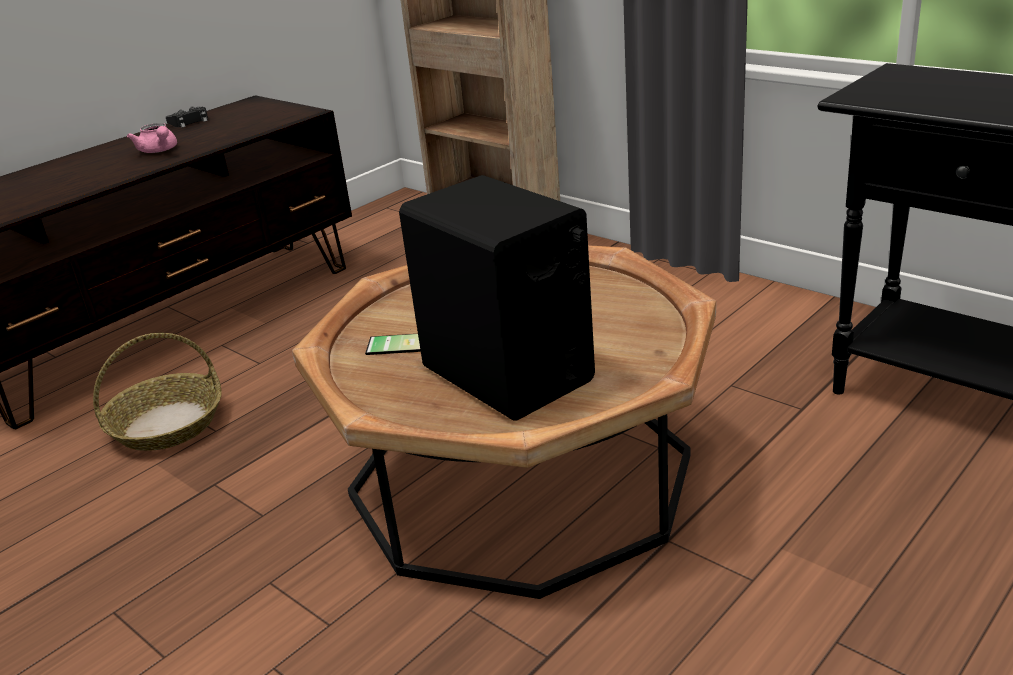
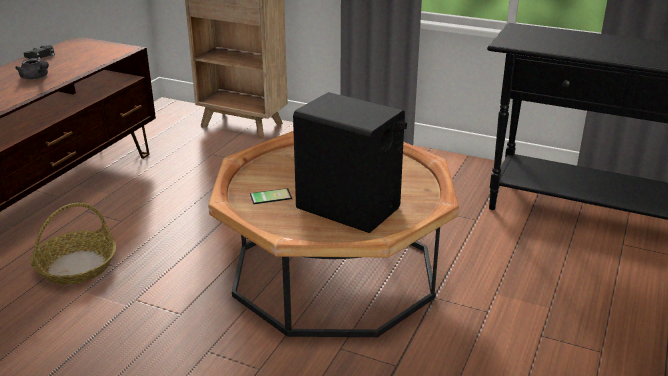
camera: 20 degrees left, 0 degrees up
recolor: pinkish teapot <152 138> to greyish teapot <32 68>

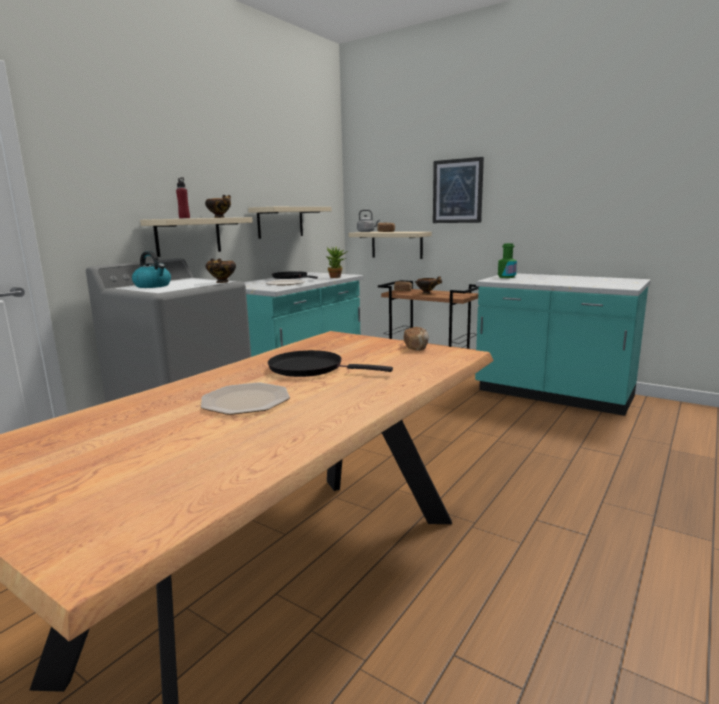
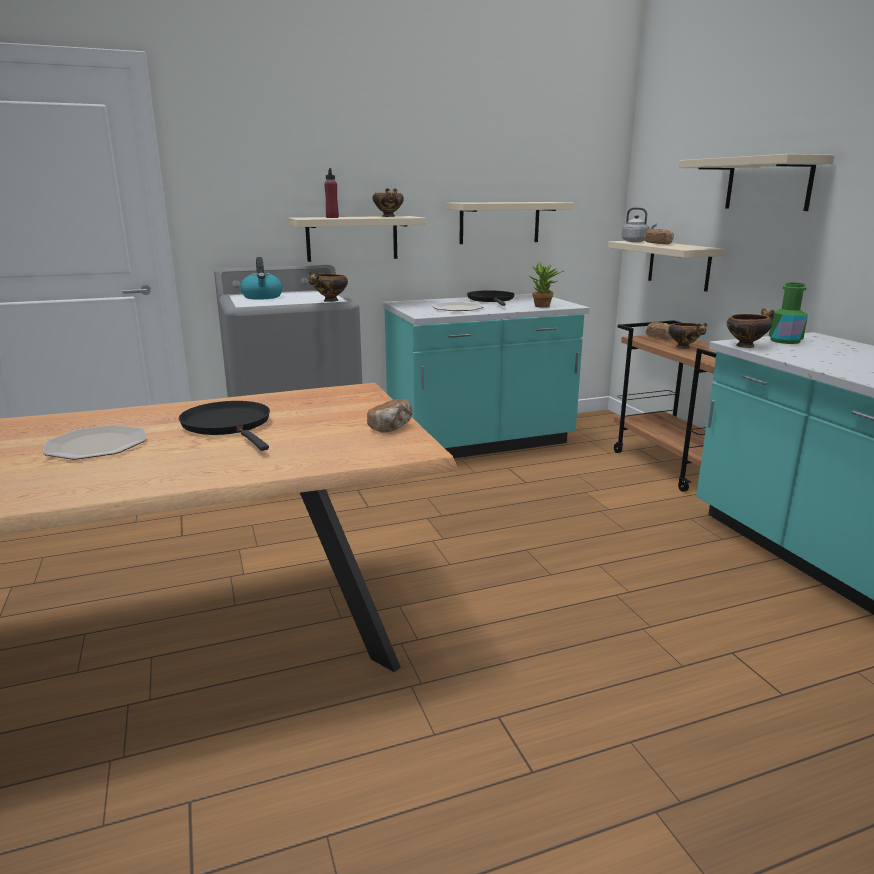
camera: 35 degrees right, 5 degrees up
insert: bowl <750 328>
replace: wall art <458 190> to beige-coloured shelf <757 182>

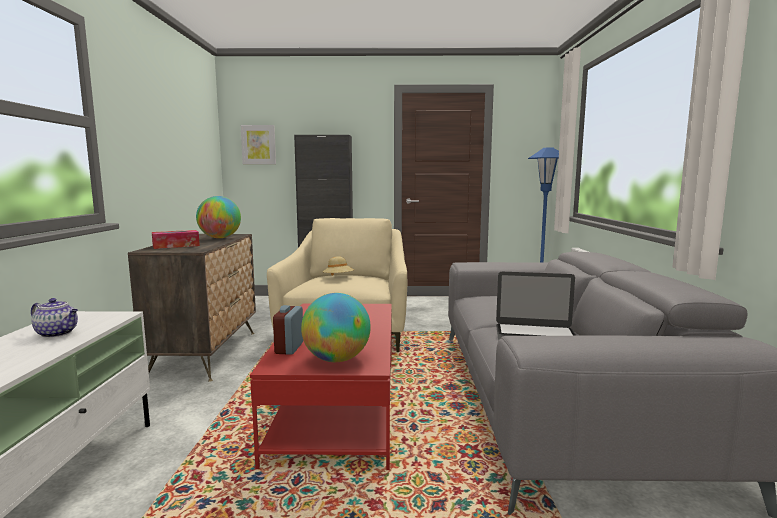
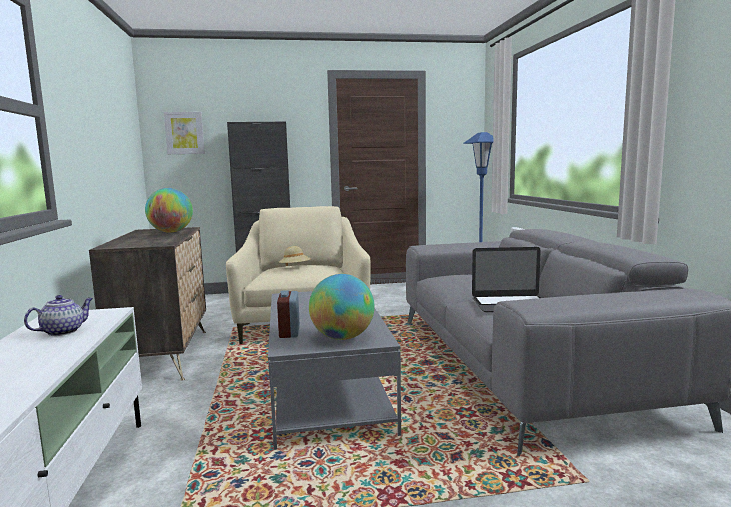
camera: 10 degrees left, 0 degrees up
delete: tissue holder <176 239>
recolor: red-coloured lounge table <321 387> to greyish lounge table <334 370>
rotate: teapot <54 318> = <58 315> 60 degrees counterclockwise

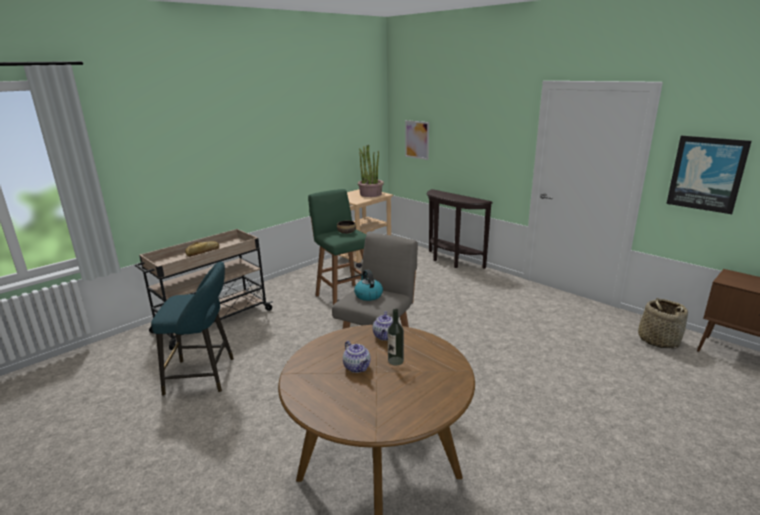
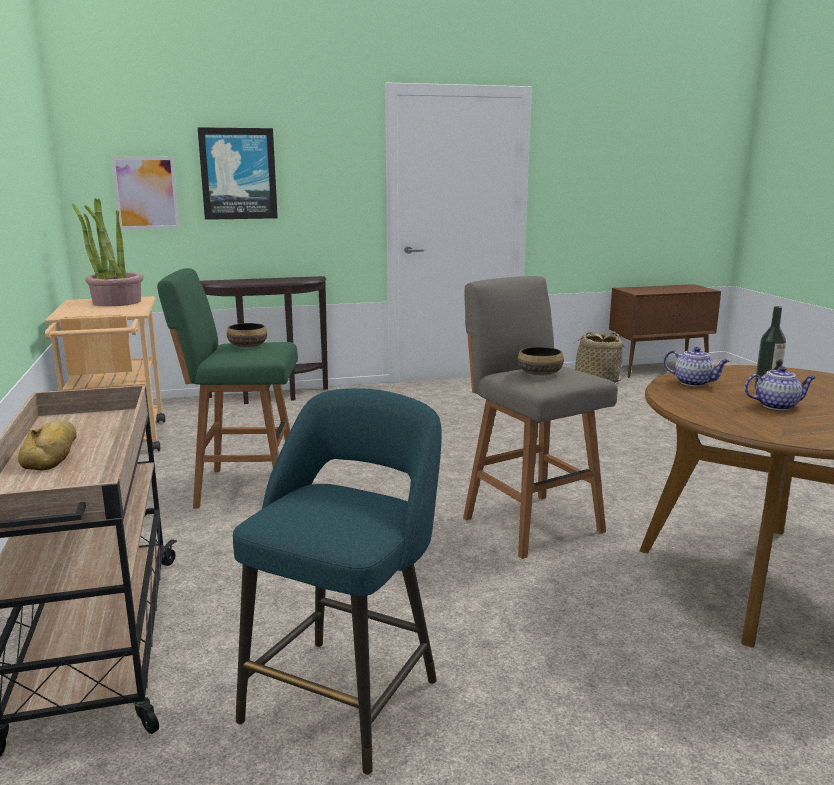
camera: 60 degrees left, 5 degrees down
move: wall art <709 175> to <238 173>
replace: kettle <368 285> to bowl <541 361>

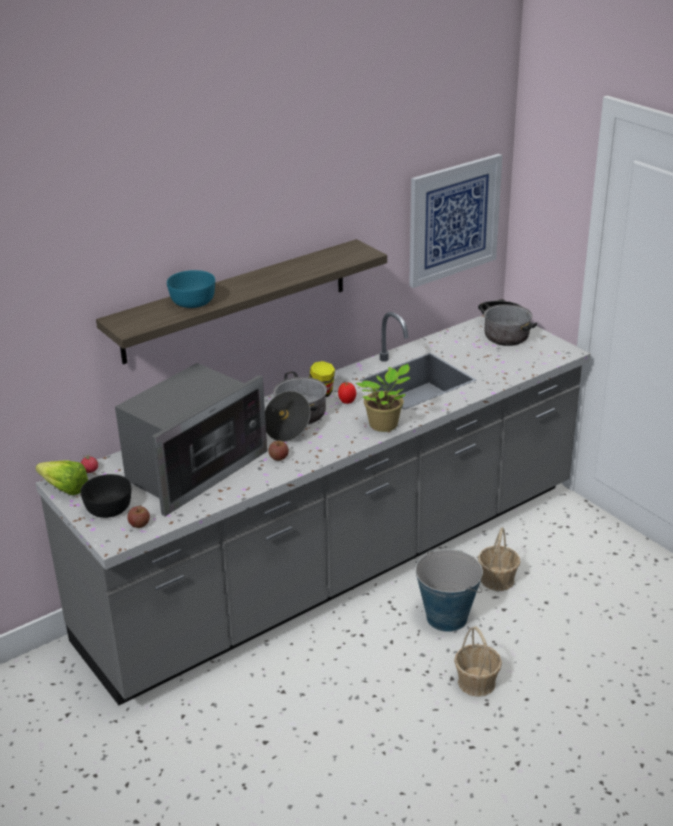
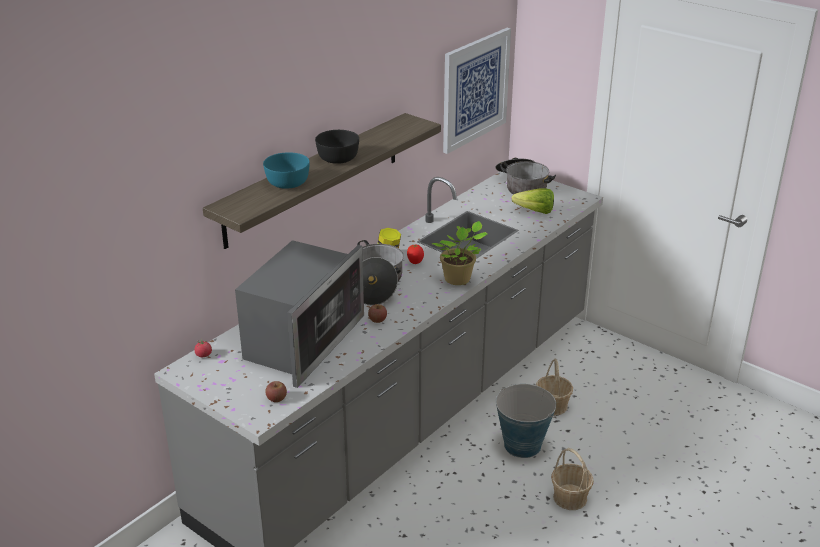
camera: 15 degrees left, 0 degrees up
move: head of lettuce <62 477> to <532 201>; black bowl <105 496> to <337 147>

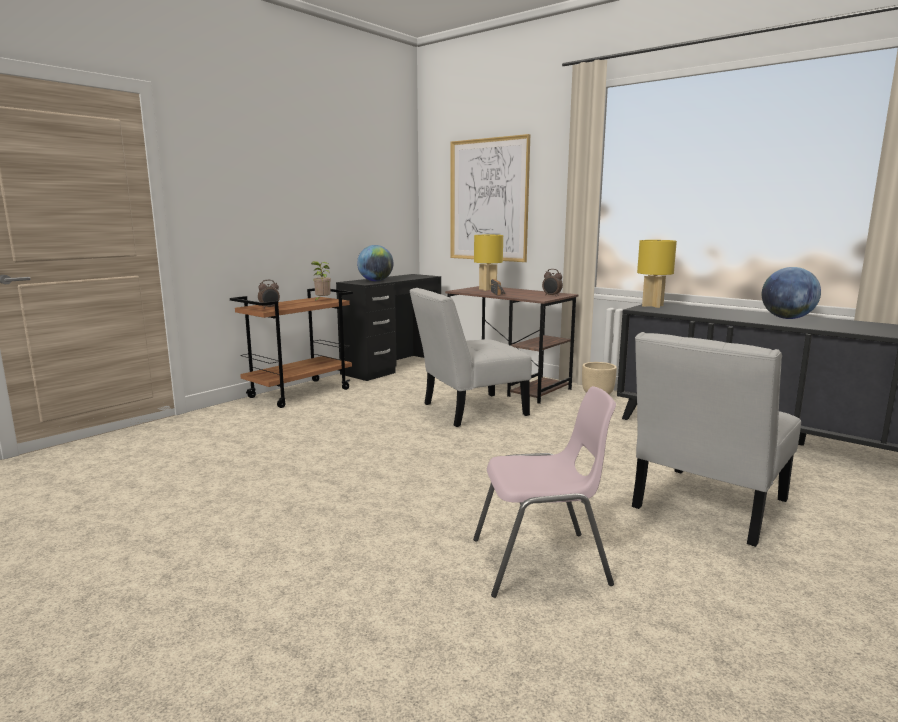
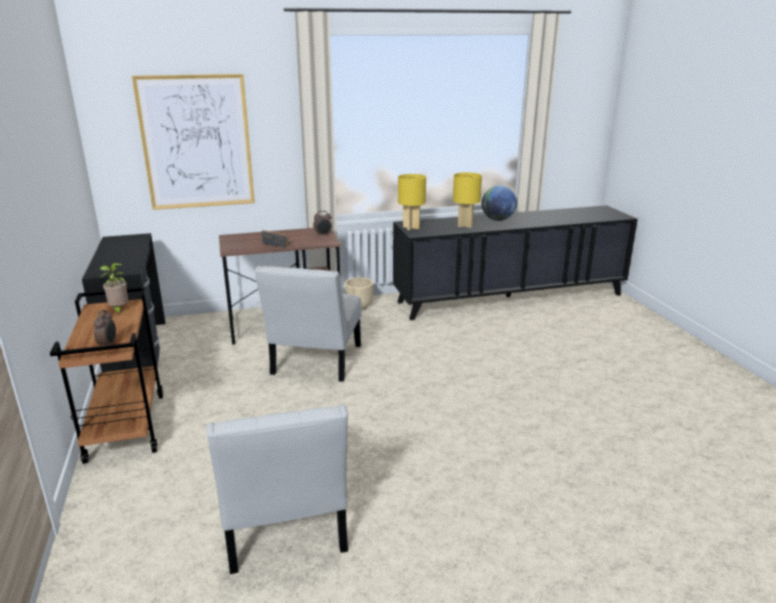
camera: 55 degrees left, 10 degrees up
delete: world globe <375 263>; pinkish upright chair <544 492>
move: yellowish lamp for a table <488 263> to <467 200>; white upright chair <716 439> to <277 489>

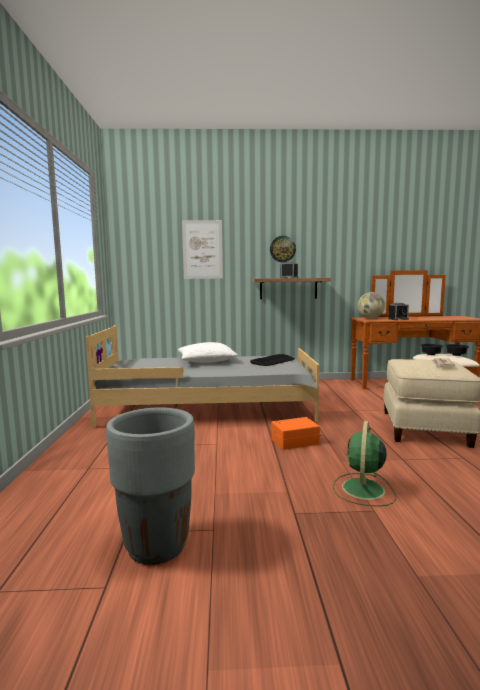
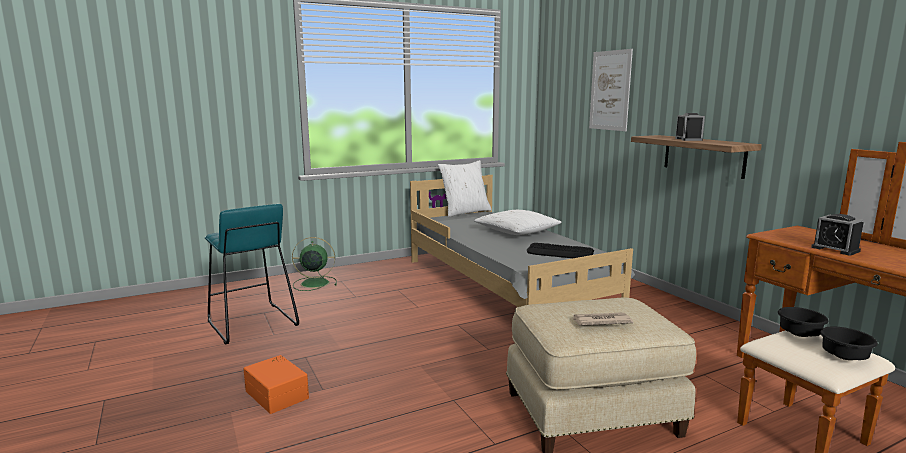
camera: 65 degrees right, 5 degrees up
delete: clock on the wall <283 249>; world globe <371 305>
insert: white throw pillow <464 188>
move: orange storage container <295 433> to <276 384>; green-coloured cooling fan <364 463> to <314 264>
replace: greyish plant pot <150 486> to turquoise-coloured stool <252 274>

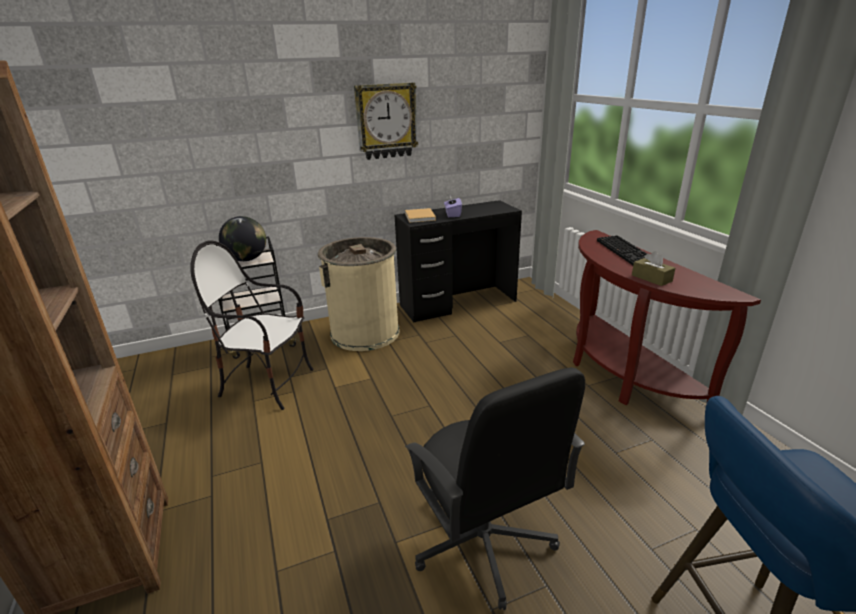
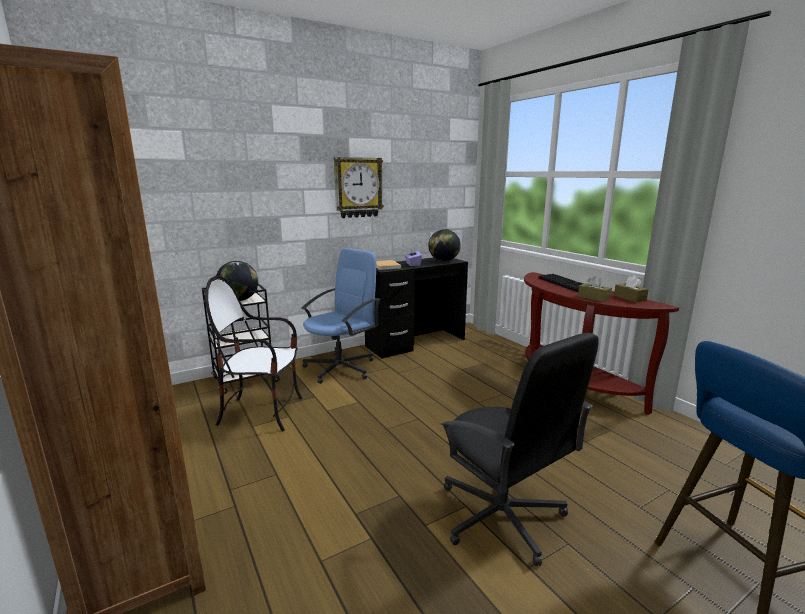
camera: 10 degrees left, 10 degrees down
insert: world globe <444 245>; brown tissue holder <631 288>
replace: beige-coloured rubbish bin <359 294> to blue desk chair <340 316>

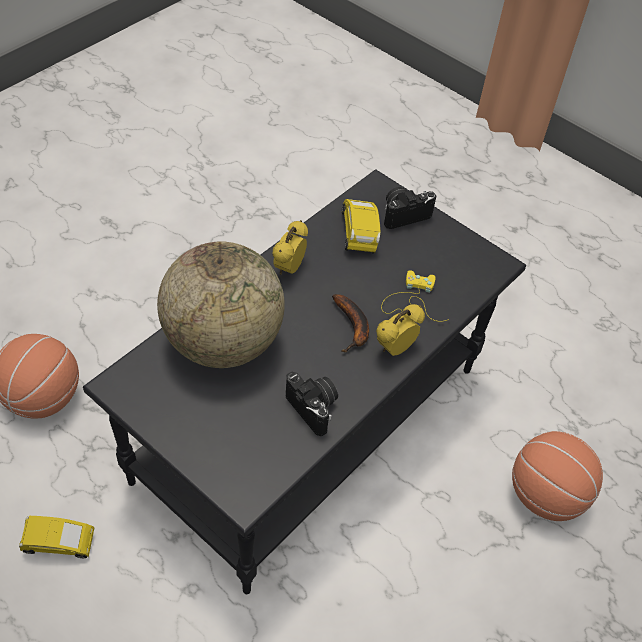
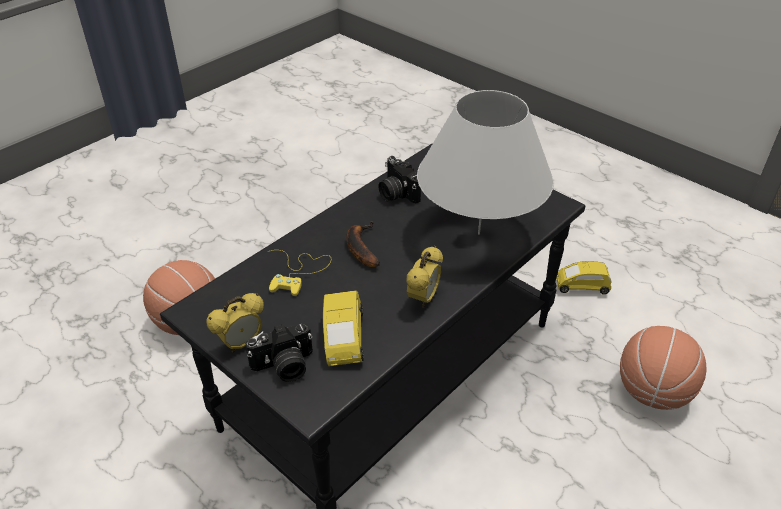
camera: 175 degrees left, 10 degrees down
move: bedside clock <400 330> to <235 323>
replace: world globe <221 304> to white lamp for a table <485 162>

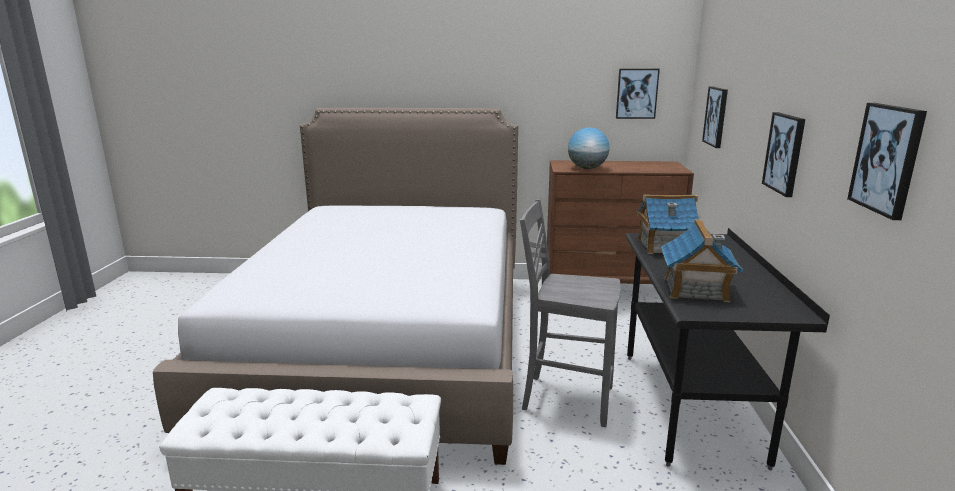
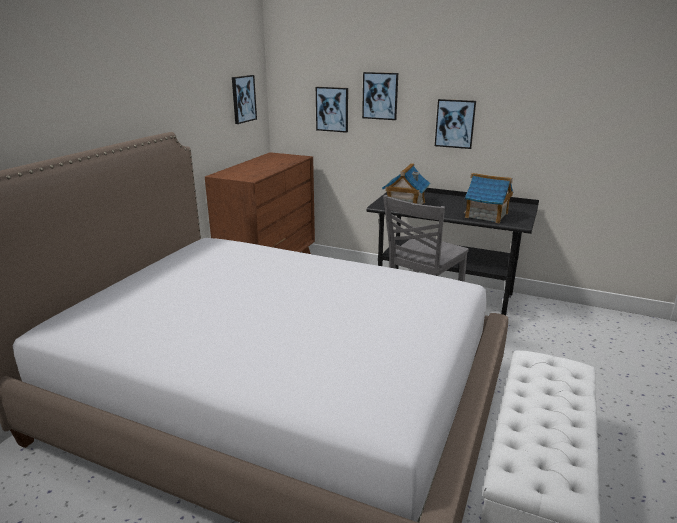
camera: 70 degrees left, 5 degrees up
delete: world globe <588 148>
move: wall art <887 161> to <380 96>

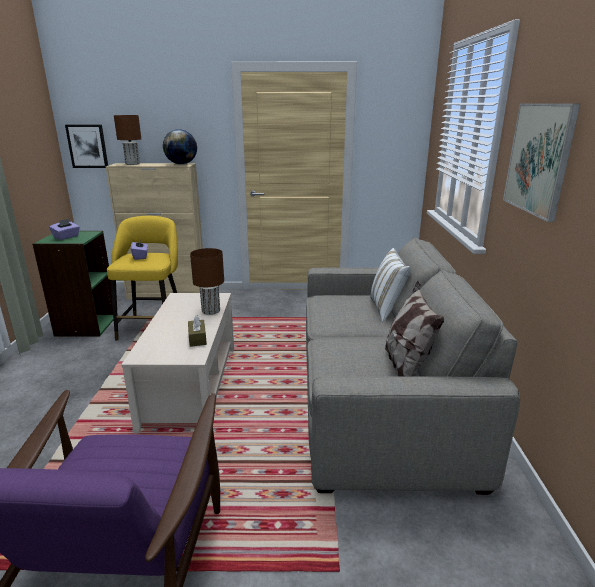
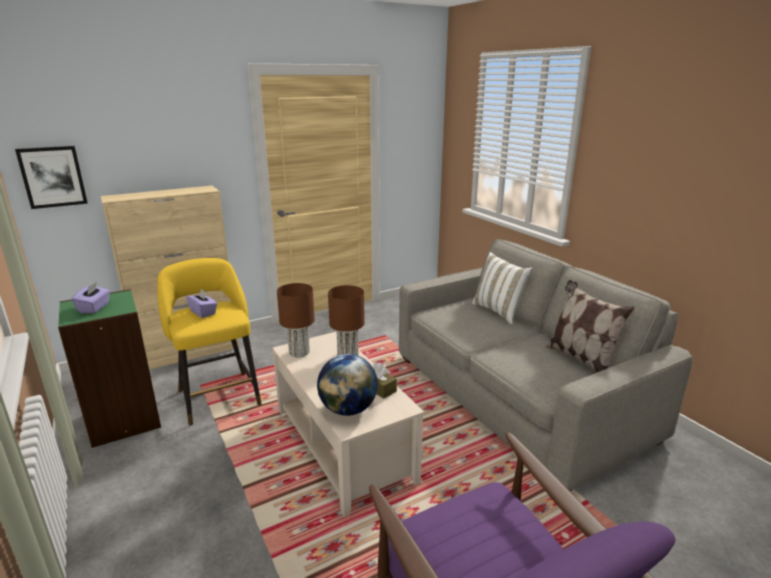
camera: 30 degrees left, 0 degrees up
delete: wall art <541 162>
move: brown lamp for a table <127 140> to <296 320>; world globe <180 146> to <347 385>

